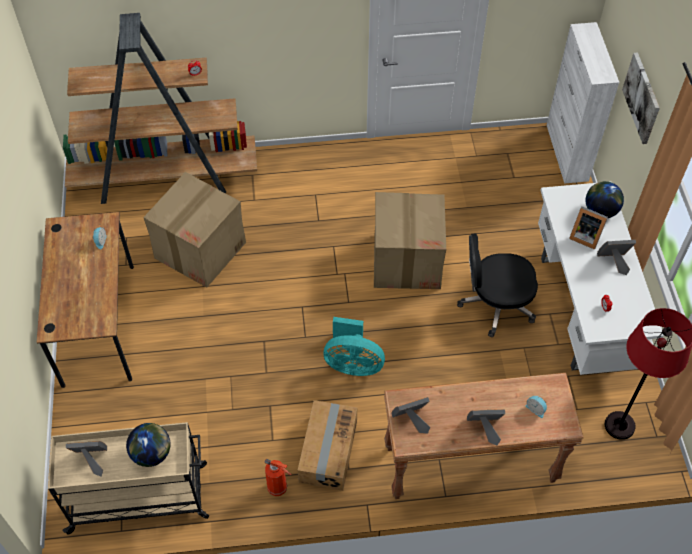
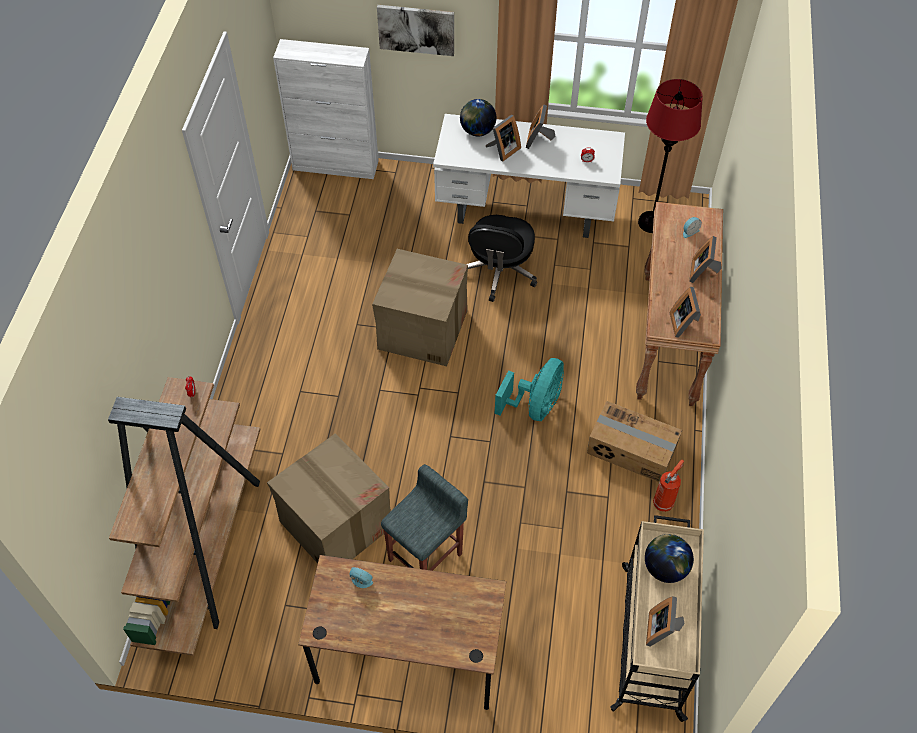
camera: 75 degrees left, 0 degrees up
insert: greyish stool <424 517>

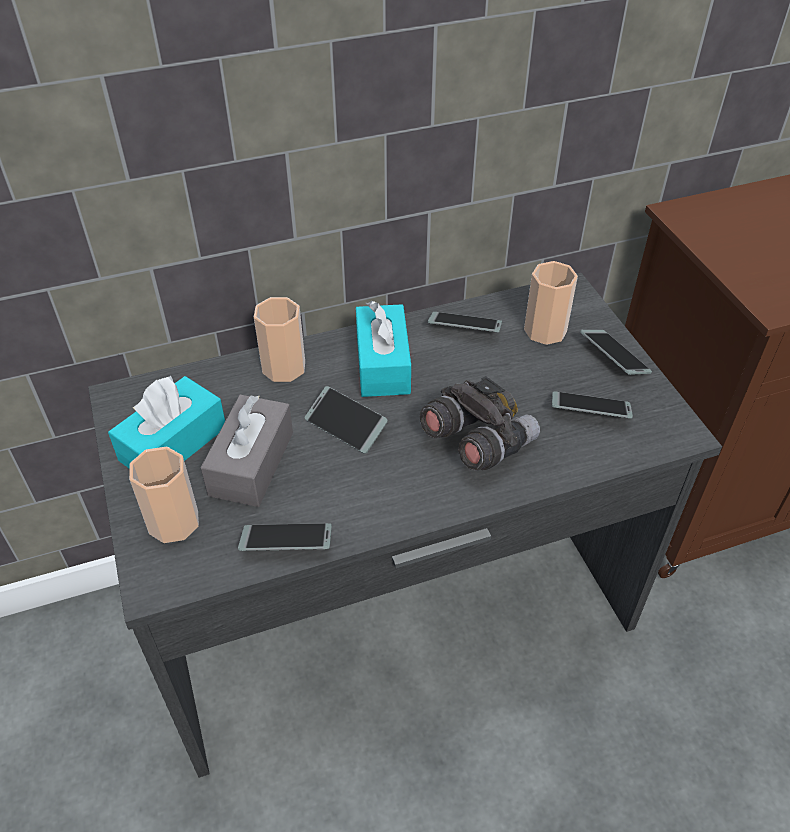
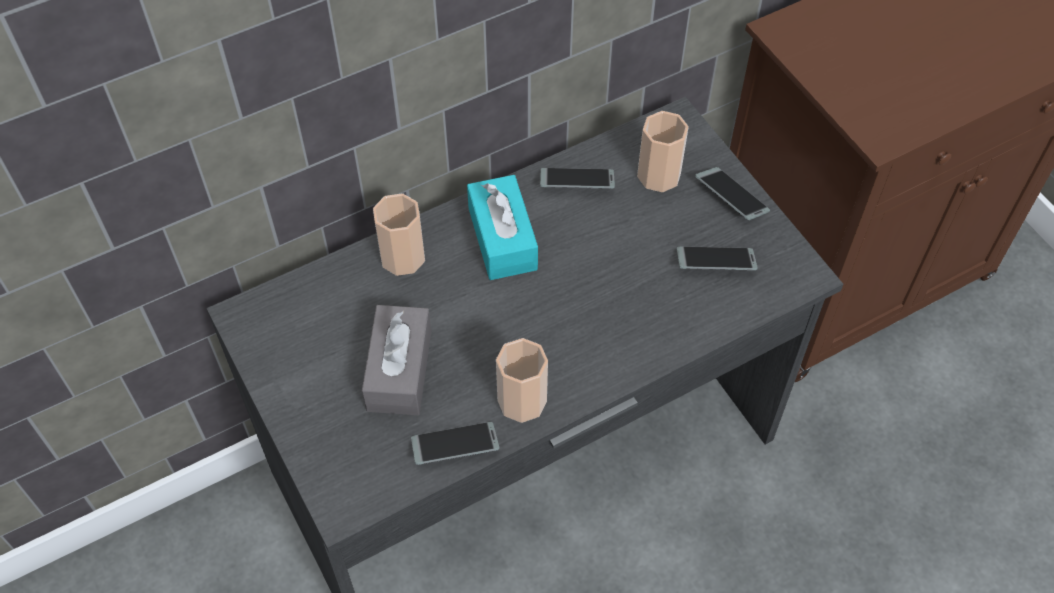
camera: 10 degrees left, 10 degrees up
delete: turquoise-coloured tissue holder <166 422>; greyish field glasses <480 423>; phone <346 420>
move: cup <164 495> to <522 380>

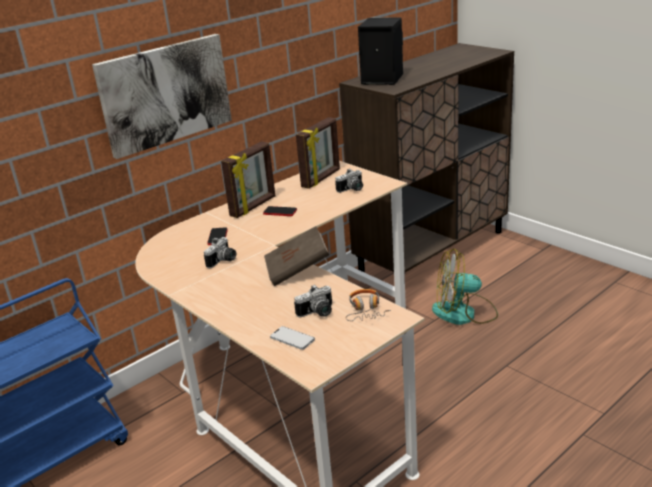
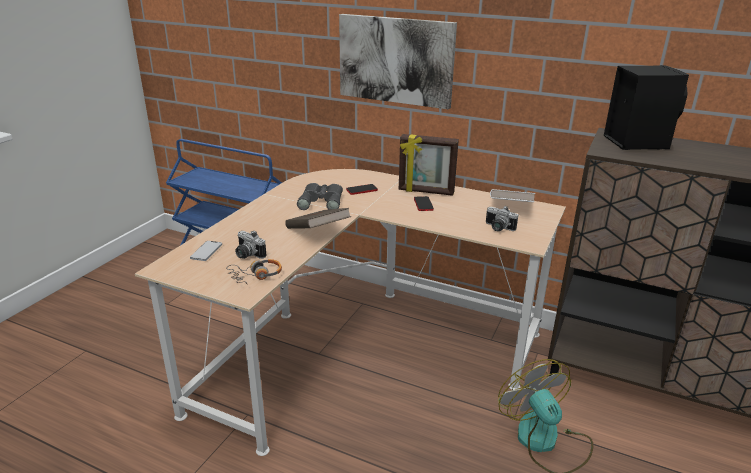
camera: 65 degrees right, 0 degrees up
replace: standing frame <318 153> to white volume <513 195>; still camera <220 252> to greyish field glasses <320 196>

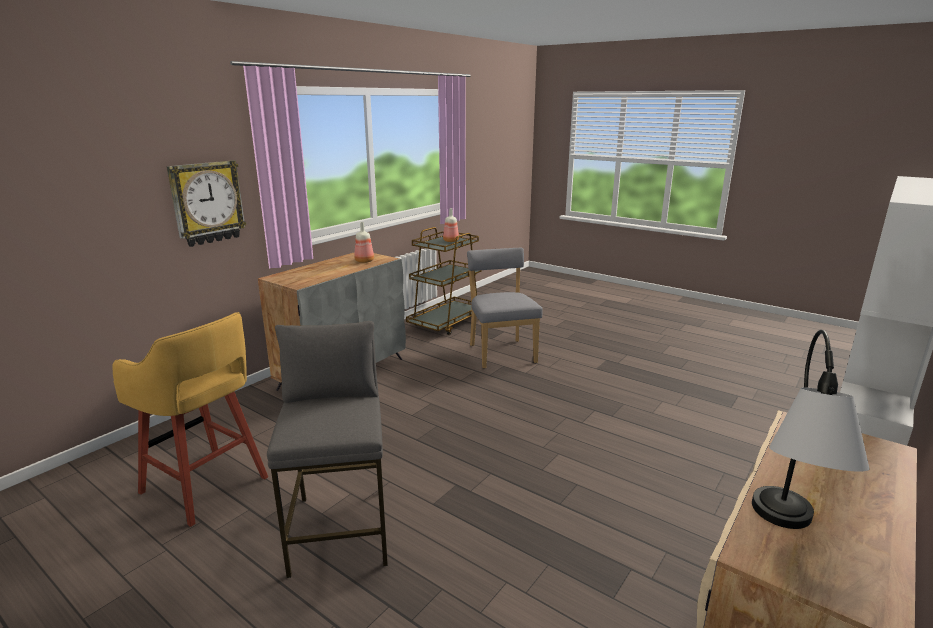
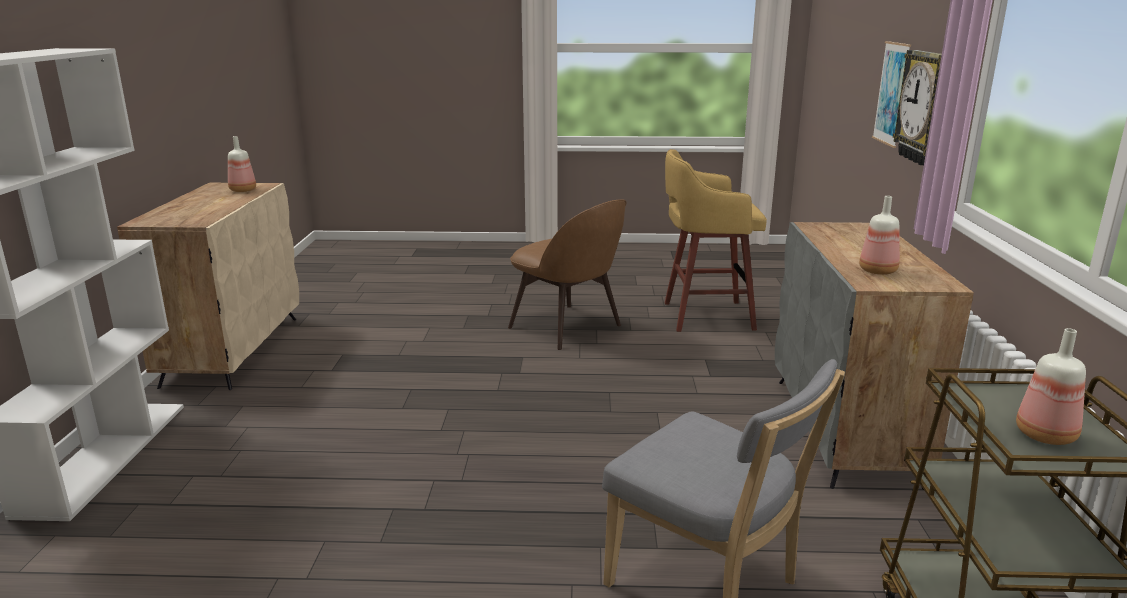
camera: 145 degrees right, 0 degrees up
insert: wall art <891 94>
replace: greyish stool <327 449> to brown upright chair <567 274>; lamp for a table <810 429> to bottle <242 164>

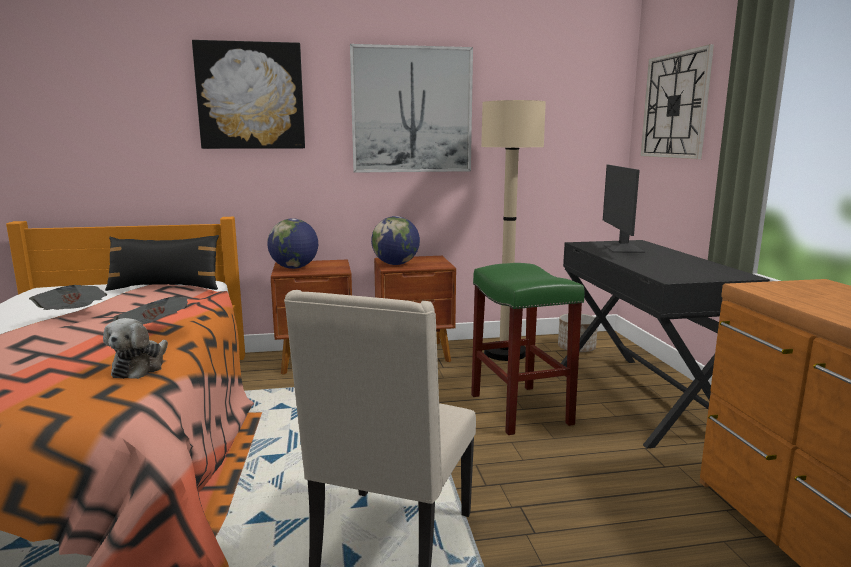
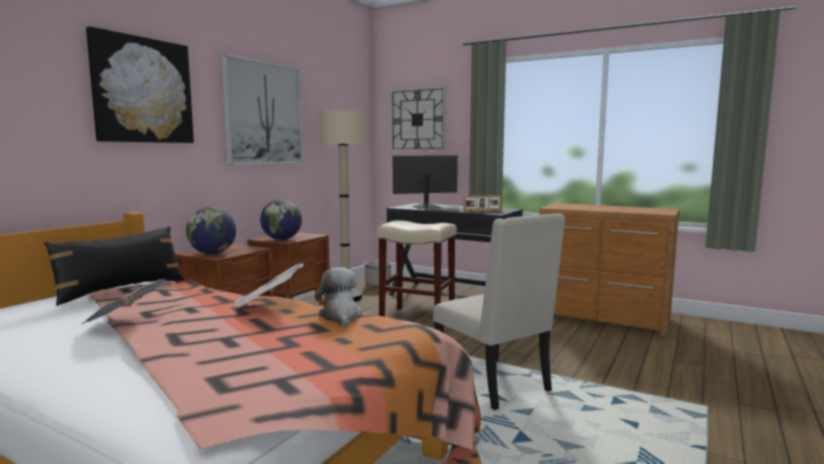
camera: 50 degrees left, 5 degrees down
insert: standing frame <482 203>
recolor: green-coloured stool <528 349> to beige-coloured stool <417 268>
rotate: computer display <624 209> = <425 182> 120 degrees clockwise; cuddly toy <135 348> = <339 297> 150 degrees counterclockwise

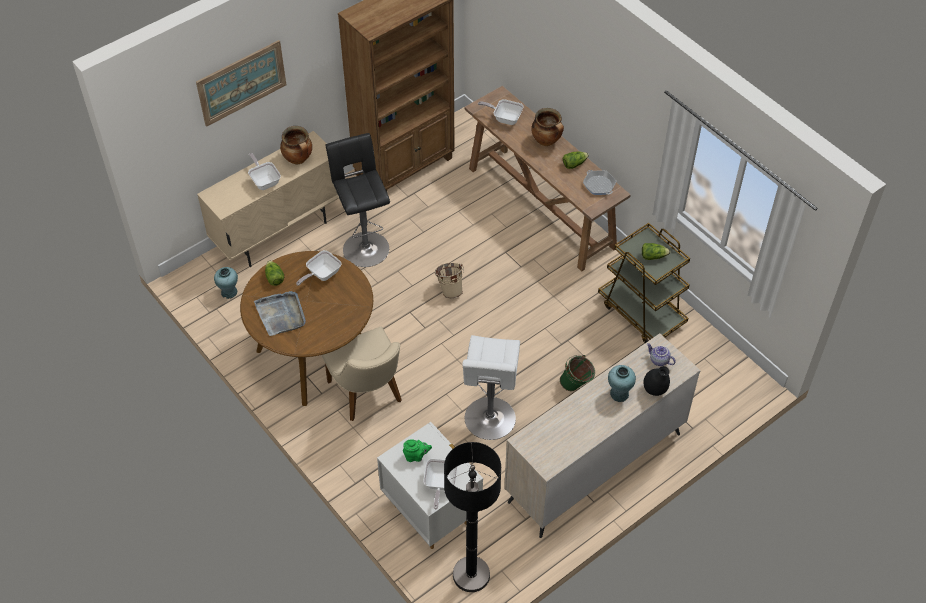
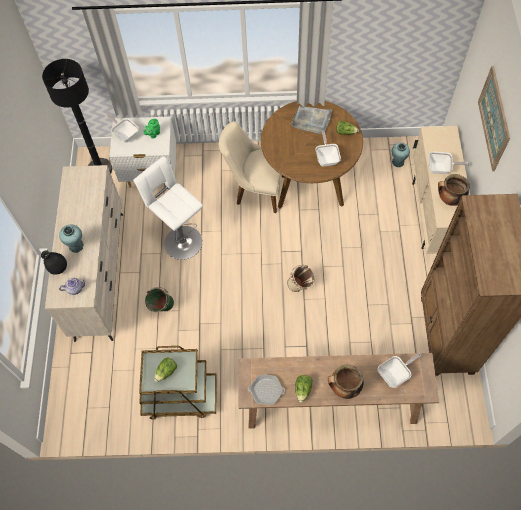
camera: 130 degrees right, 10 degrees up
delete: black stool <358 200>

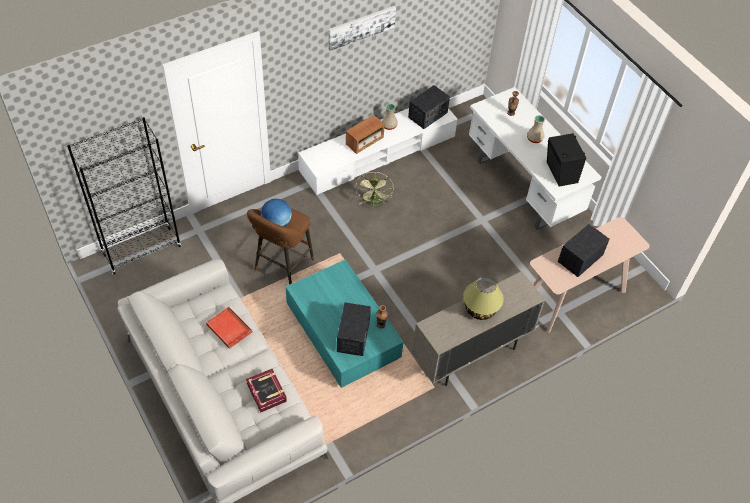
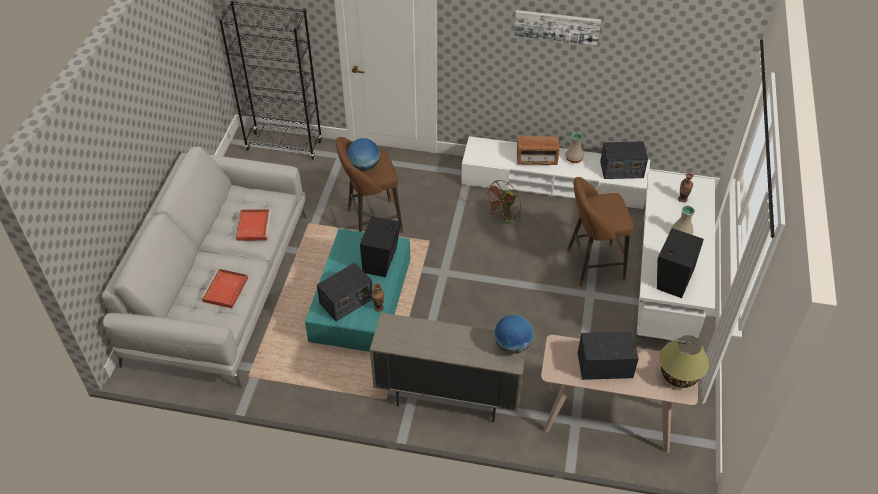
camera: 45 degrees right, 5 degrees down
insert: brown stool <600 231>; black audio speaker <380 246>; world globe <514 334>
move: lamp for a table <483 298> to <684 361>
replace: volume <266 391> to red-coloured tray <224 288>
recolor: green-coloured cooling fan <374 189> to brown cooling fan <503 203>

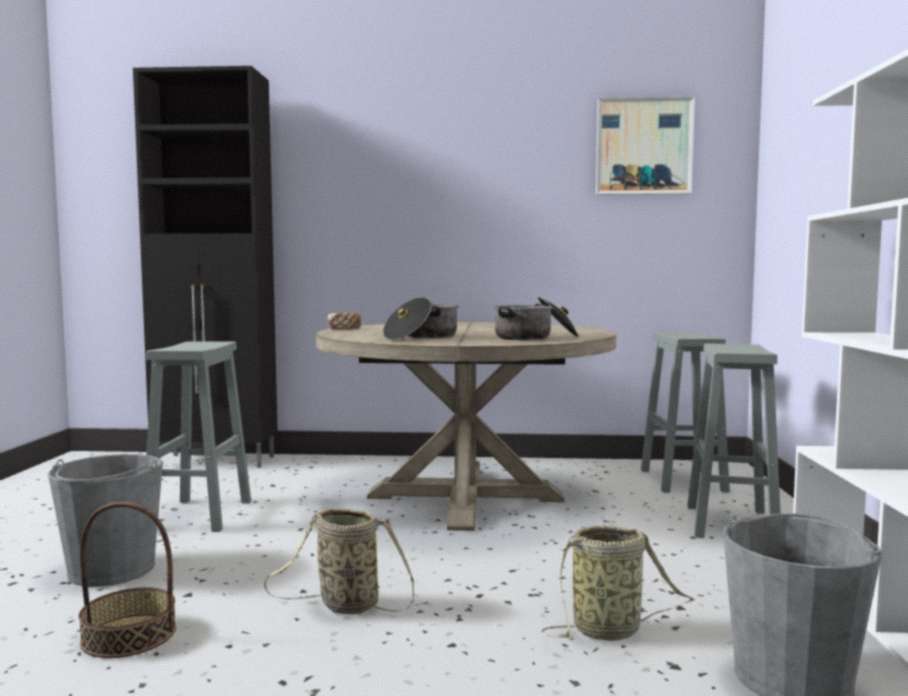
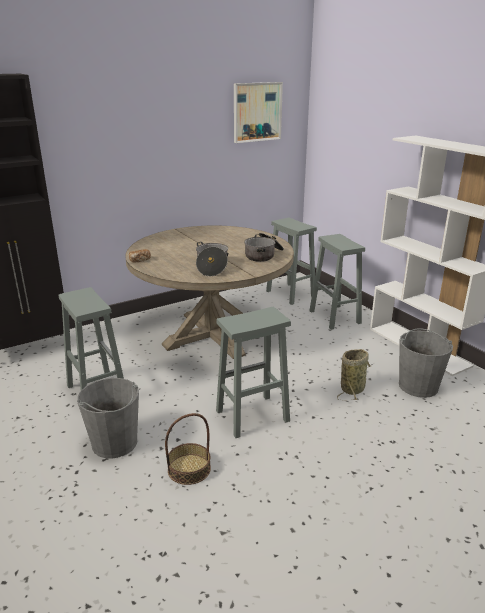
camera: 35 degrees left, 20 degrees up
replace: basket <339 561> to greyish stool <253 372>

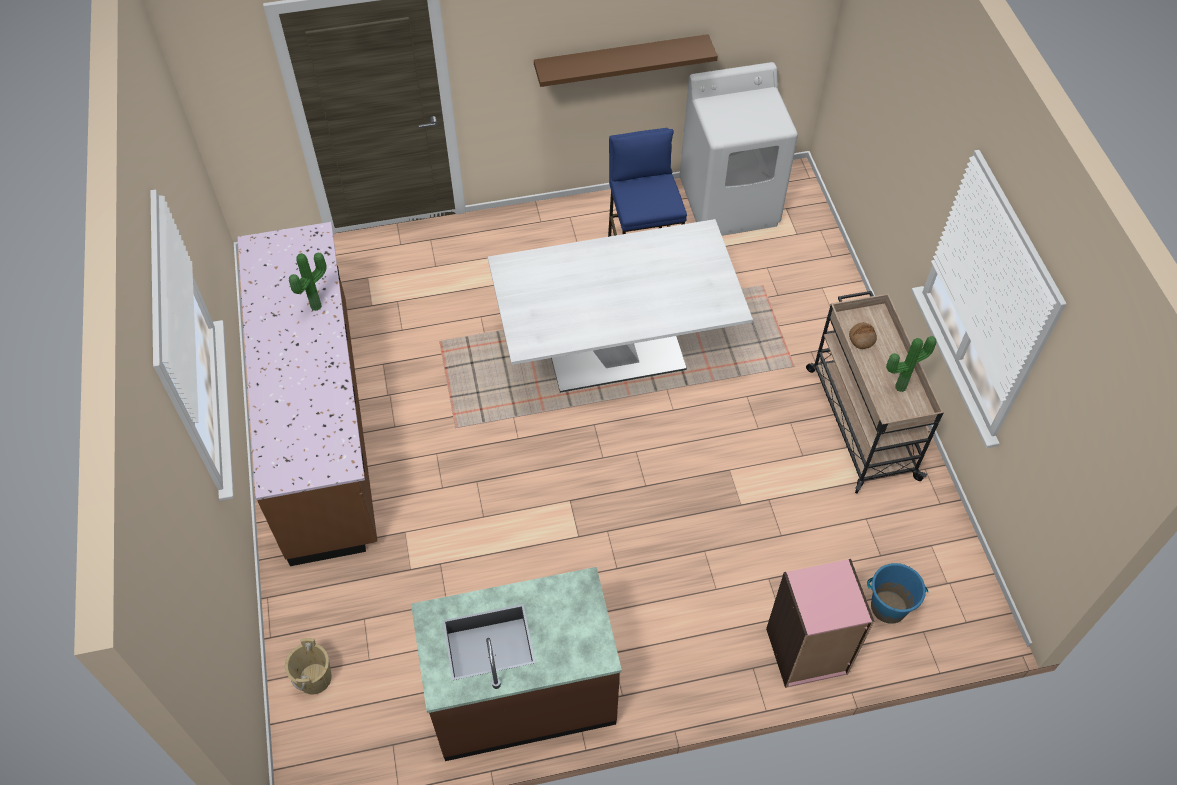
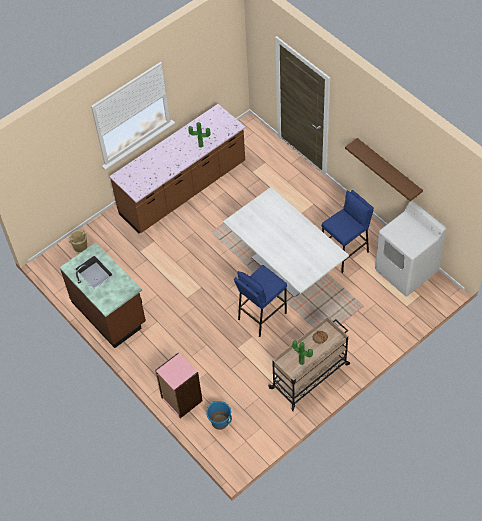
camera: 65 degrees right, 0 degrees up
insert: blue stool <260 301>

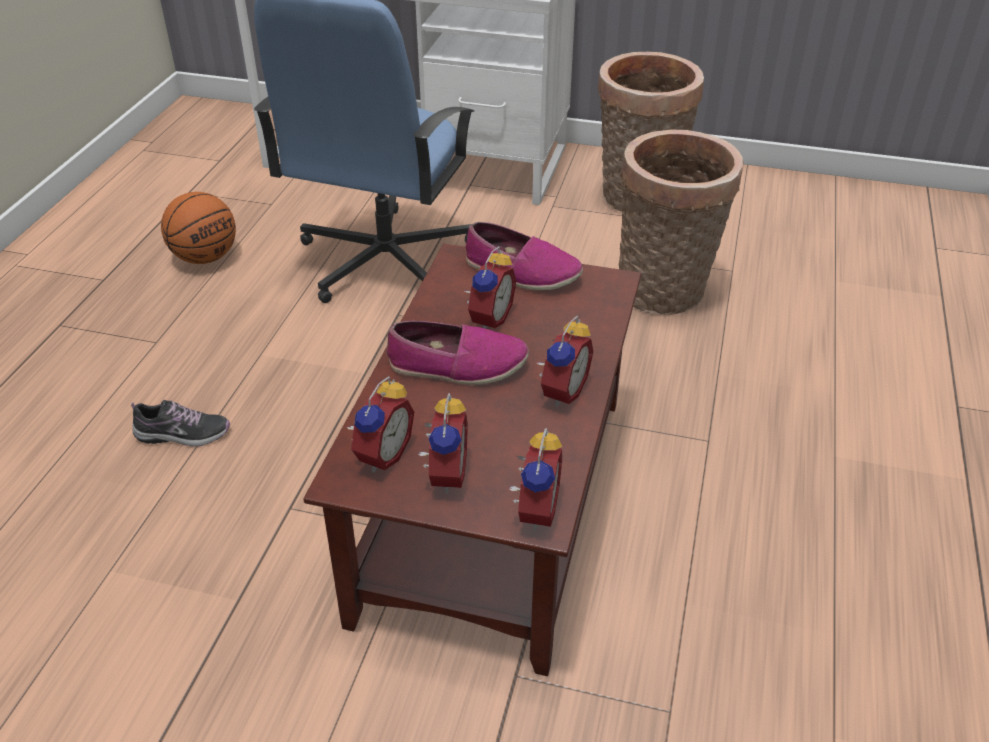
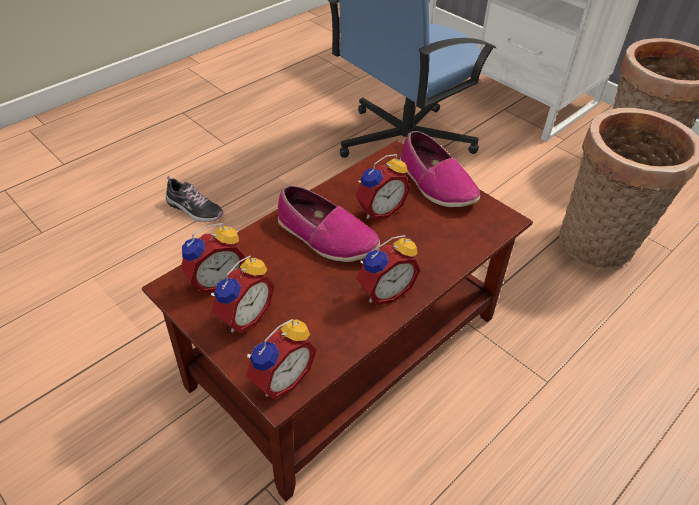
camera: 30 degrees right, 5 degrees up
delete: basketball ball <198 228>

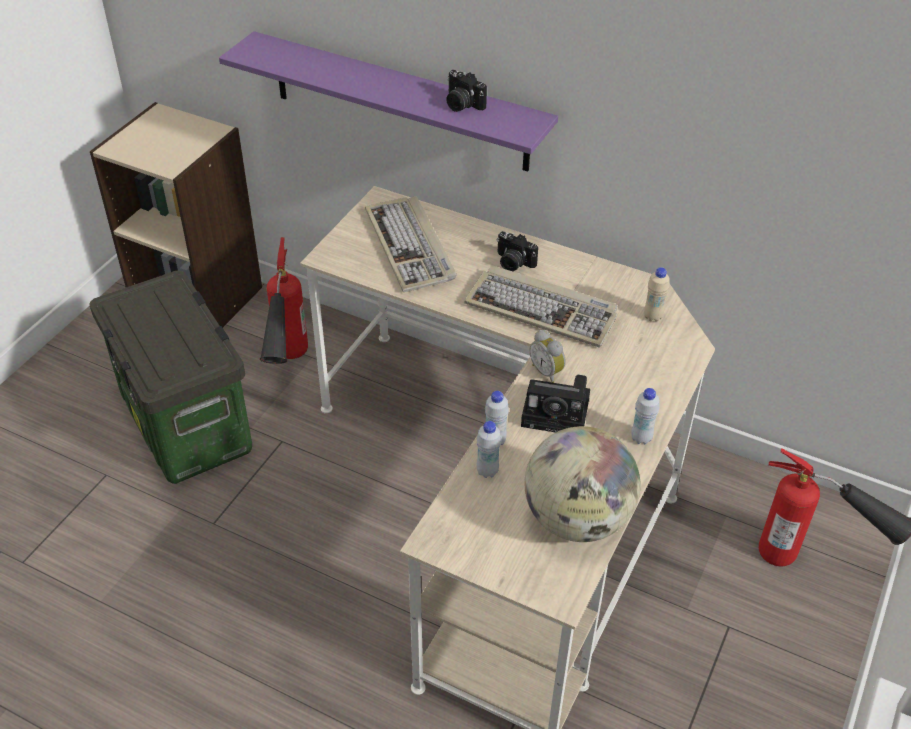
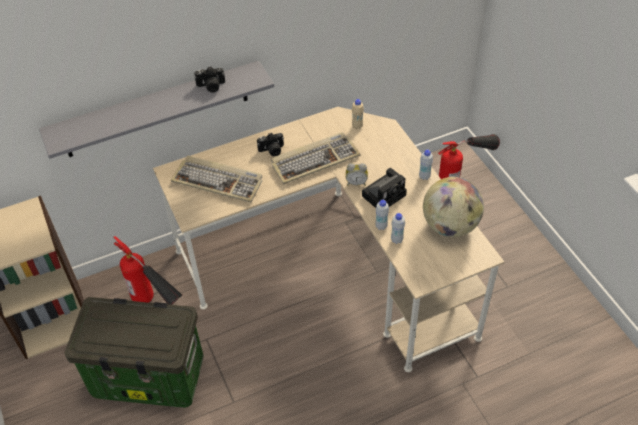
camera: 50 degrees left, 5 degrees up
recolor: purple shelf <388 101> to greyish shelf <156 110>

